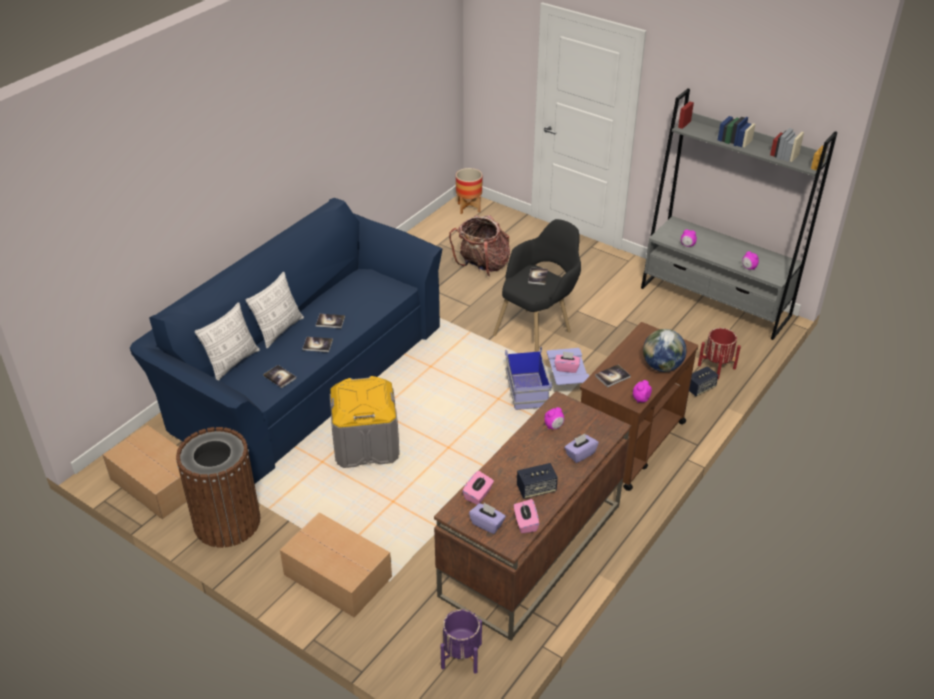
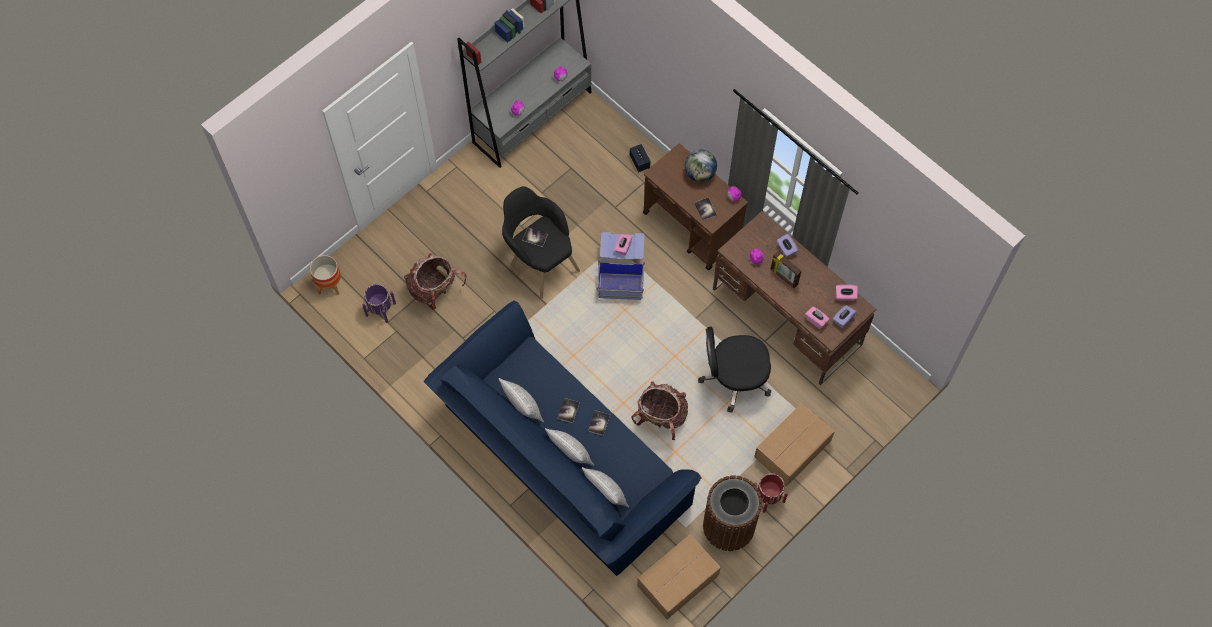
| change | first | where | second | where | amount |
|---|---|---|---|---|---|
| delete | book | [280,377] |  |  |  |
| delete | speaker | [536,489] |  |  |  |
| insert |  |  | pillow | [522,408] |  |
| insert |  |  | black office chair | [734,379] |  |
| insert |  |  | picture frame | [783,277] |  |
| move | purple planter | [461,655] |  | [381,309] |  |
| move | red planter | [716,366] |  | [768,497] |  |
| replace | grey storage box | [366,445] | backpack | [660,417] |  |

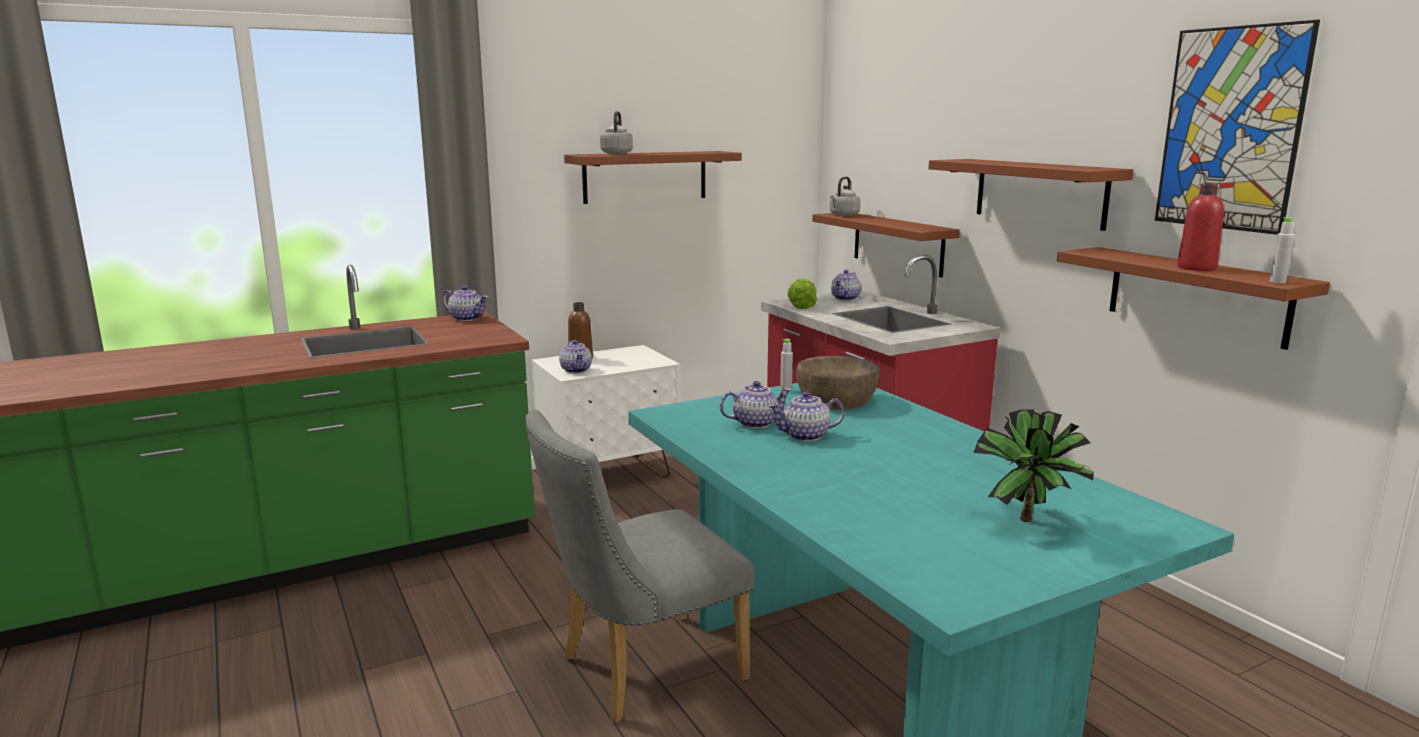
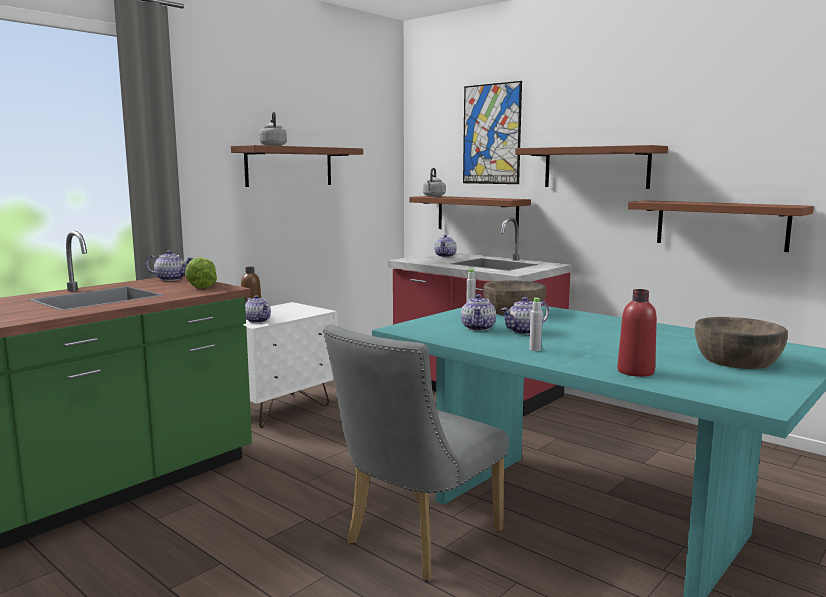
| change | first | where | second | where | amount |
|---|---|---|---|---|---|
| move | lettuce | [802,306] |  | [203,286] |  |
| move | picture | [1230,129] |  | [491,134] |  |
| move | red bottle | [1196,268] |  | [635,371] |  |
| move | grey bottle | [1277,282] |  | [535,349] |  |
| replace | potted plant | [1029,523] | brown bowl | [737,360] |  |
| rotate | teapot | [755,423] |  | [478,328] | 135 degrees clockwise |

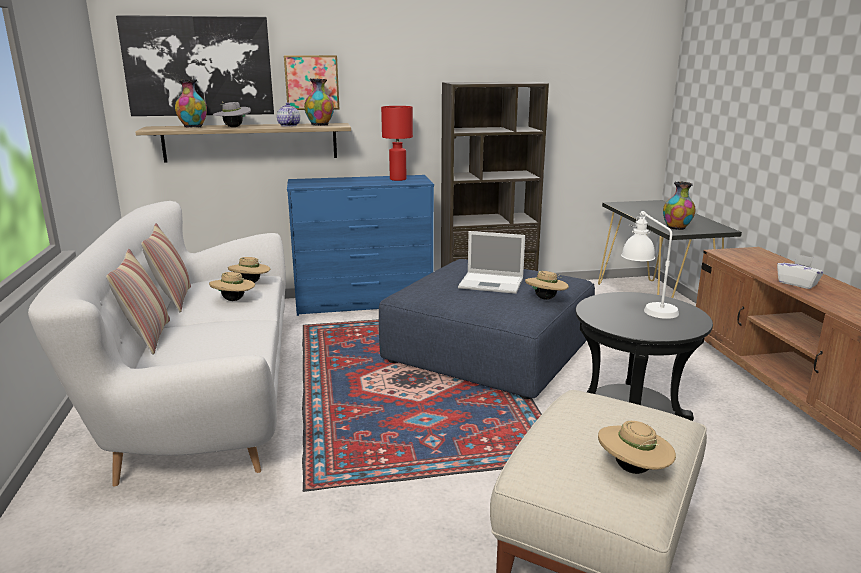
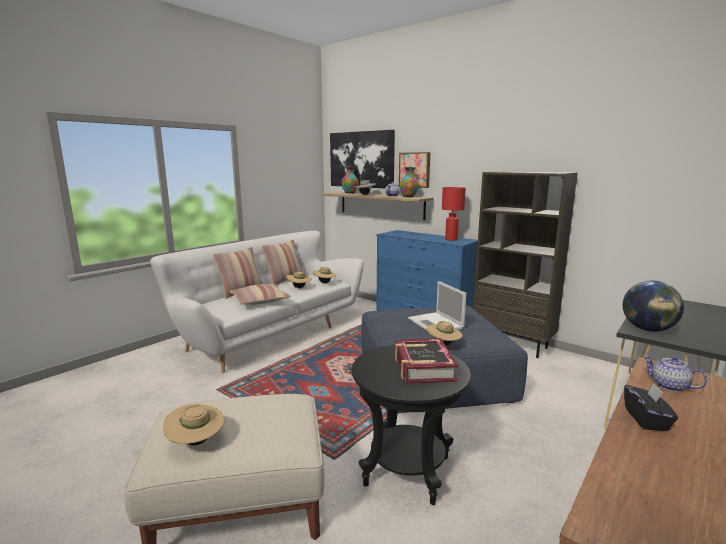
| change | first | where | second | where | amount |
|---|---|---|---|---|---|
| insert |  |  | pillow | [259,301] |  |
| insert |  |  | teapot | [669,386] |  |
| replace | white table lamp | [646,309] | book | [423,367] |  |
| replace | vase | [676,228] | globe | [648,329] |  |
| recolor | white tissue box | [797,284] | black tissue box | [646,419] |  |

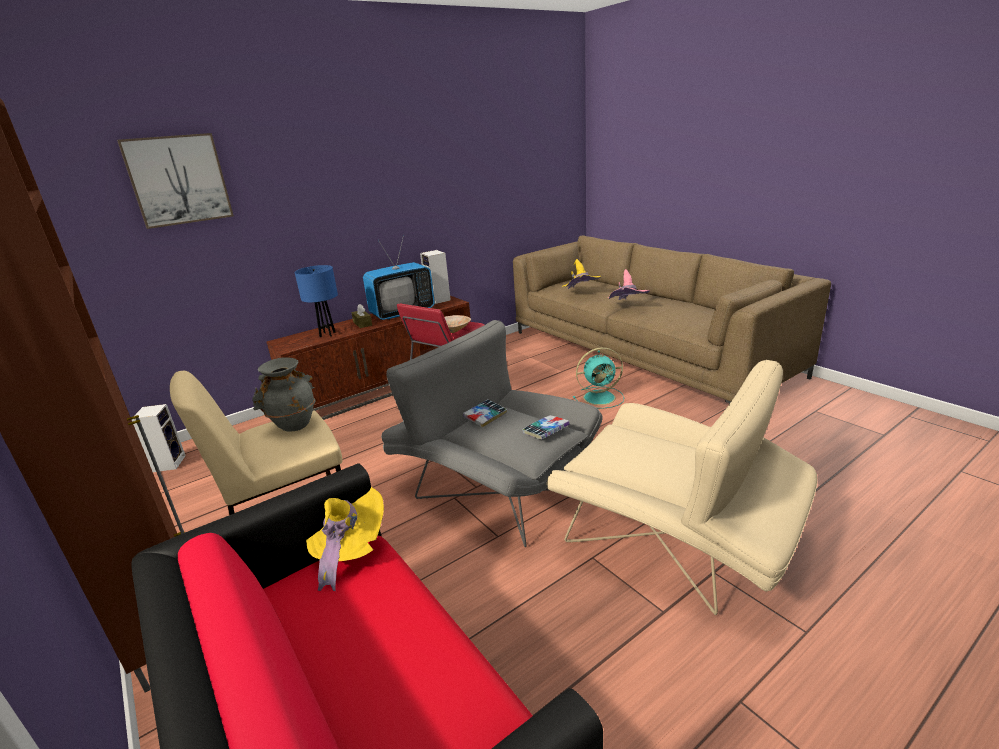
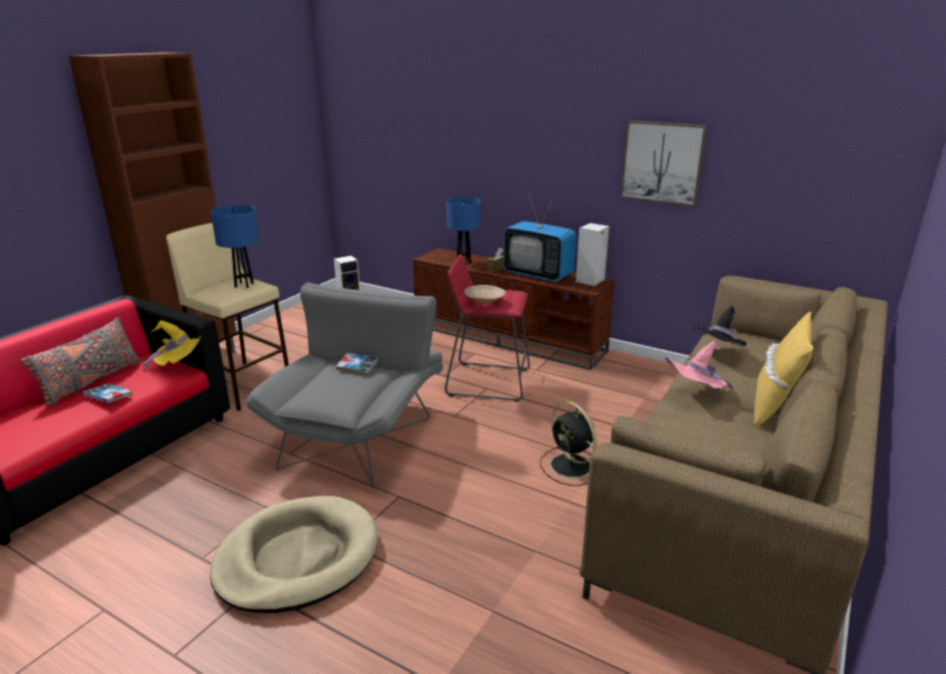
| change | first | where | second | where | amount |
|---|---|---|---|---|---|
| insert |  |  | grey pillow | [91,382] |  |
| insert |  |  | yellow pillow | [774,407] |  |
| move | picture | [178,180] |  | [662,162] |  |
| move | book | [546,431] |  | [108,397] |  |
| replace | grey vase | [293,425] | blue table lamp | [244,285] |  |
| replace | beige armchair | [677,541] | beige dog bed | [297,558] |  |
| recolor | yellow hat | [580,294] | black hat | [718,355] |  |
| recolor | turquoise fan | [600,397] | black fan | [572,467] |  |

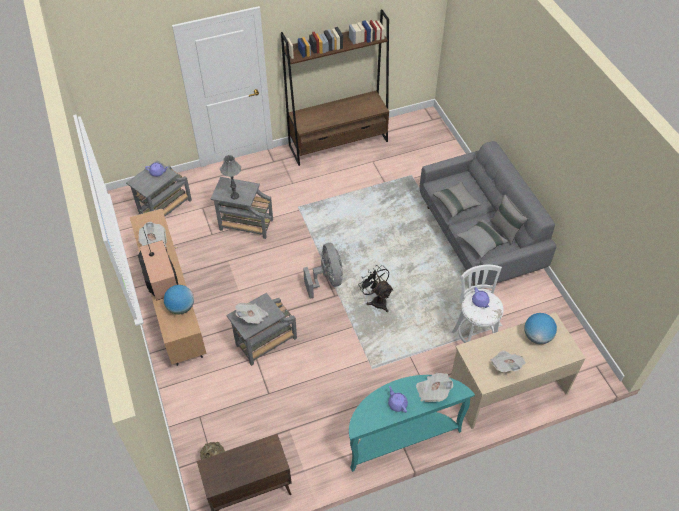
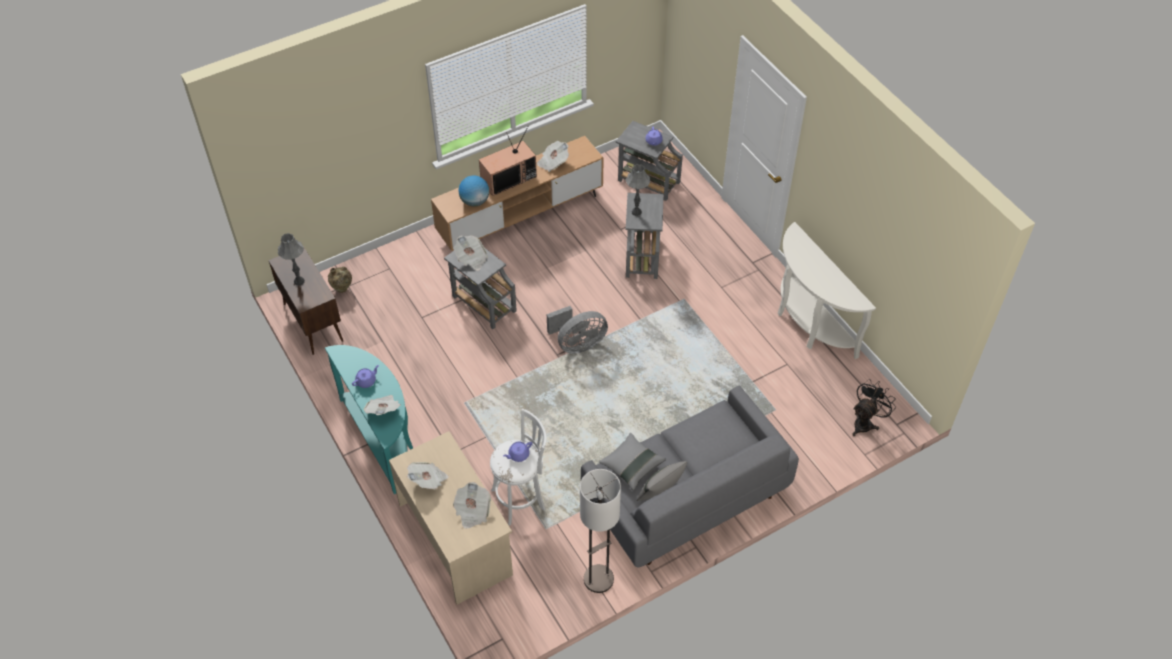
| change | first | where | second | where | amount |
|---|---|---|---|---|---|
| delete | grey pillow | [456,204] |  |  |  |
| insert |  |  | grey table lamp | [299,281] |  |
| insert |  |  | floor lamp | [598,579] |  |
| move | black fan | [376,300] |  | [865,422] |  |
| replace | brown bookcase | [338,143] | white console table | [808,323] |  |
| replace | globe | [537,336] | newspaper | [472,511] |  |

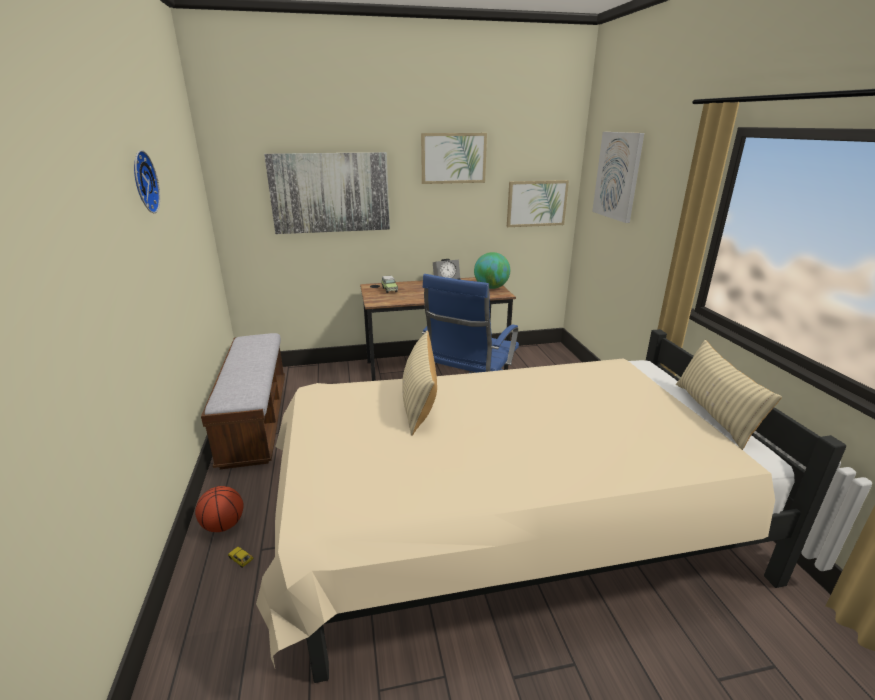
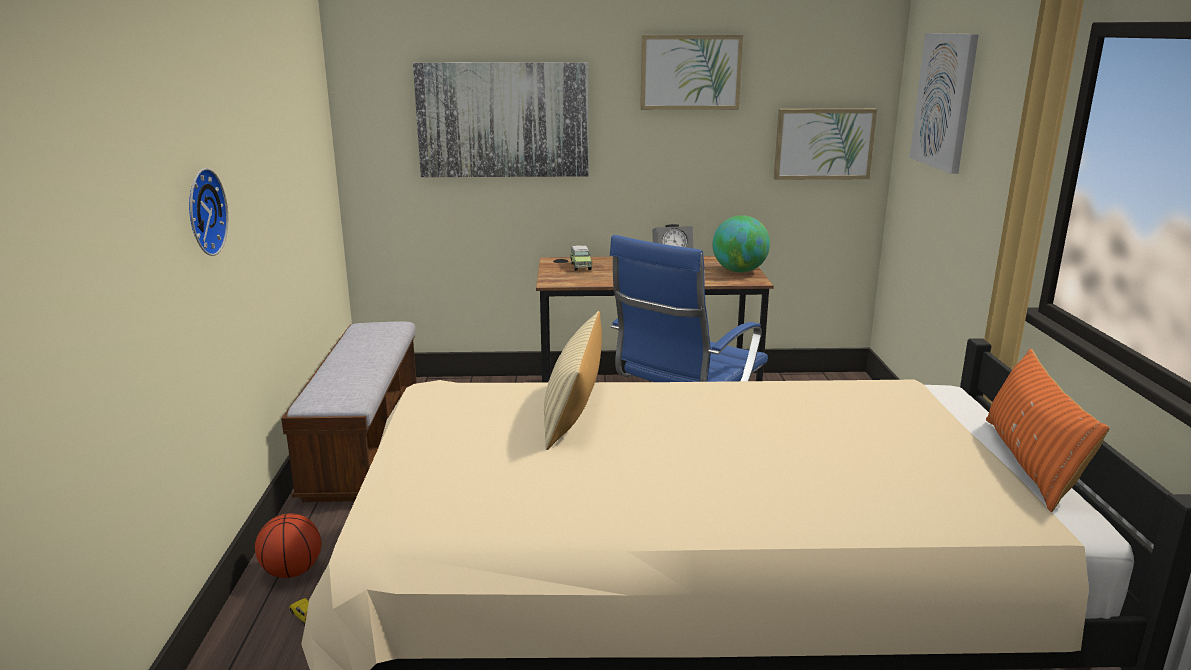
| change | first | where | second | where | amount |
|---|---|---|---|---|---|
| move | wall clock | [142,182] |  | [202,212] |  |
| recolor | beige pillow | [714,413] | orange pillow | [1030,462] |  |

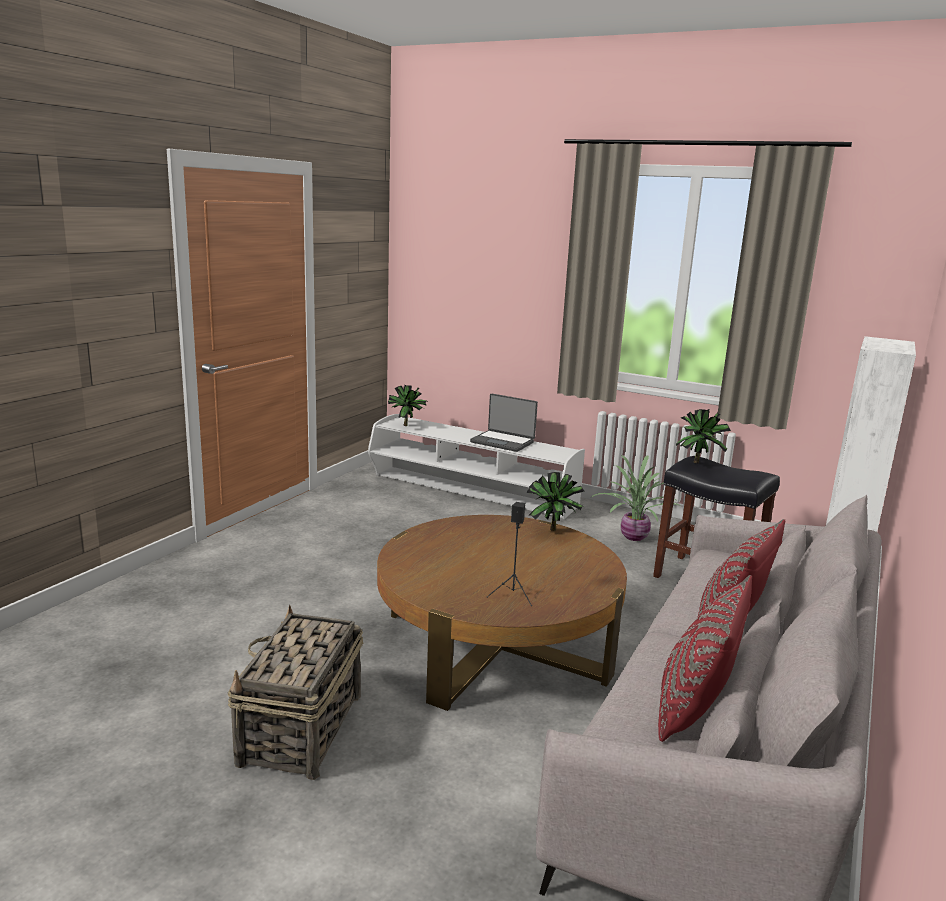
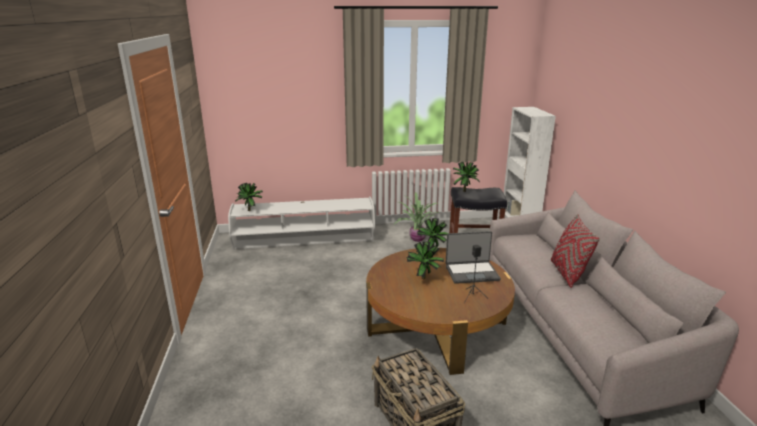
| change | first | where | second | where | amount |
|---|---|---|---|---|---|
| delete | red pillow | [693,710] |  |  |  |
| insert |  |  | potted plant | [425,279] |  |
| move | laptop | [503,442] |  | [471,272] |  |

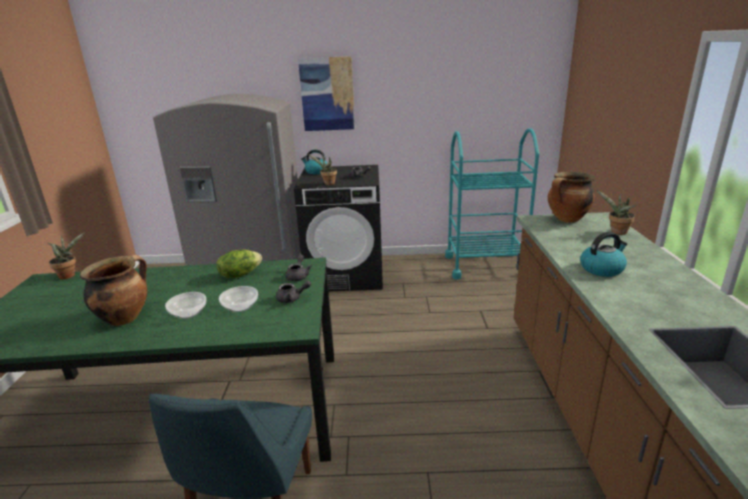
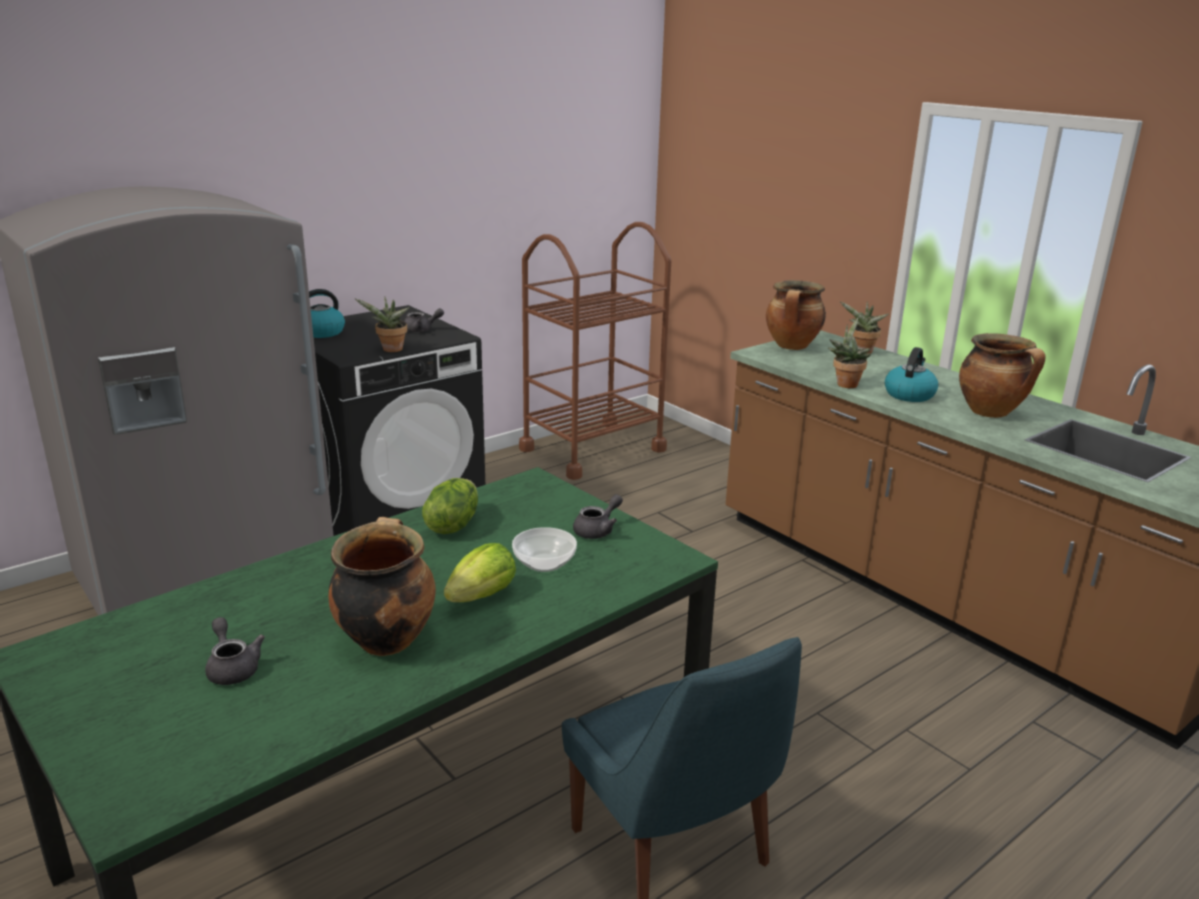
| change | first | where | second | where | amount |
|---|---|---|---|---|---|
| delete | picture | [327,94] |  |  |  |
| insert |  |  | cooking pot | [991,412] |  |
| move | potted plant | [69,275] |  | [845,383] |  |
| move | grey teapot | [298,276] |  | [232,668] |  |
| replace | bowl | [189,313] | lettuce | [482,596] |  |
| recolor | turquoise cart | [485,265] | brown cart | [592,449] |  |

